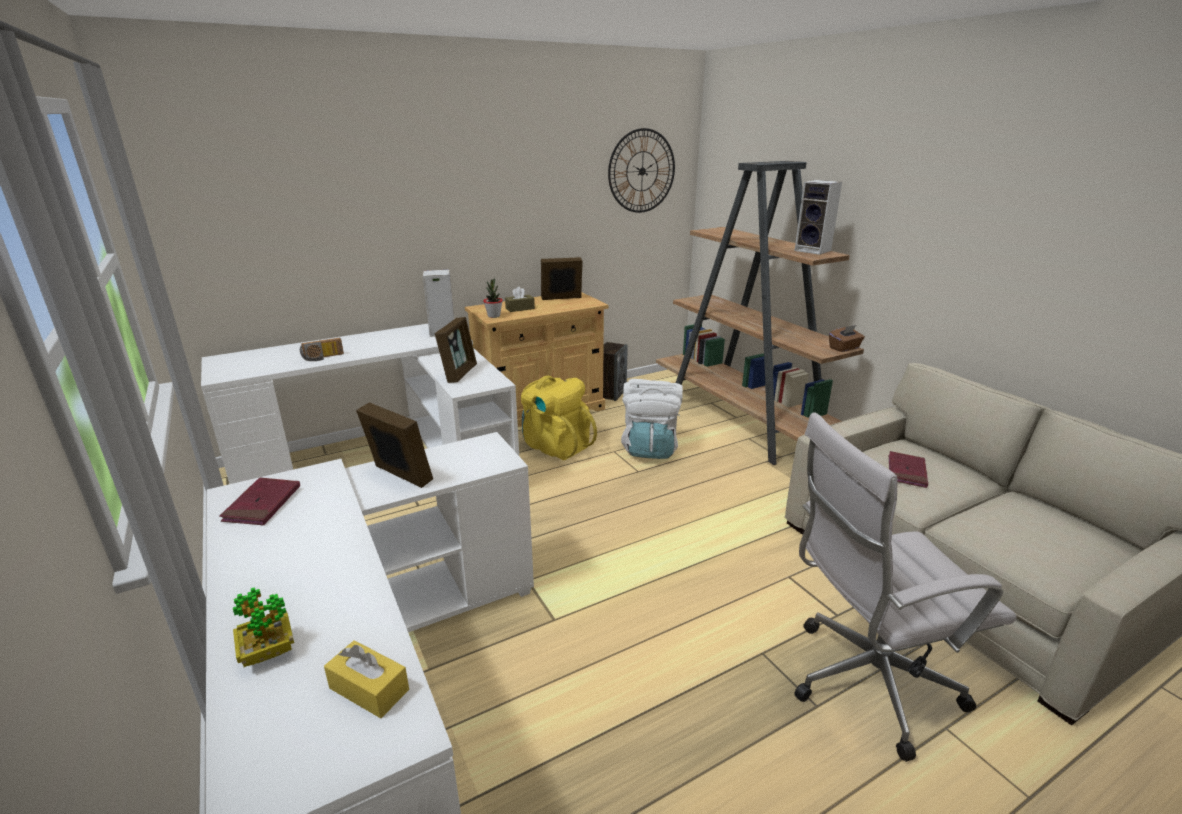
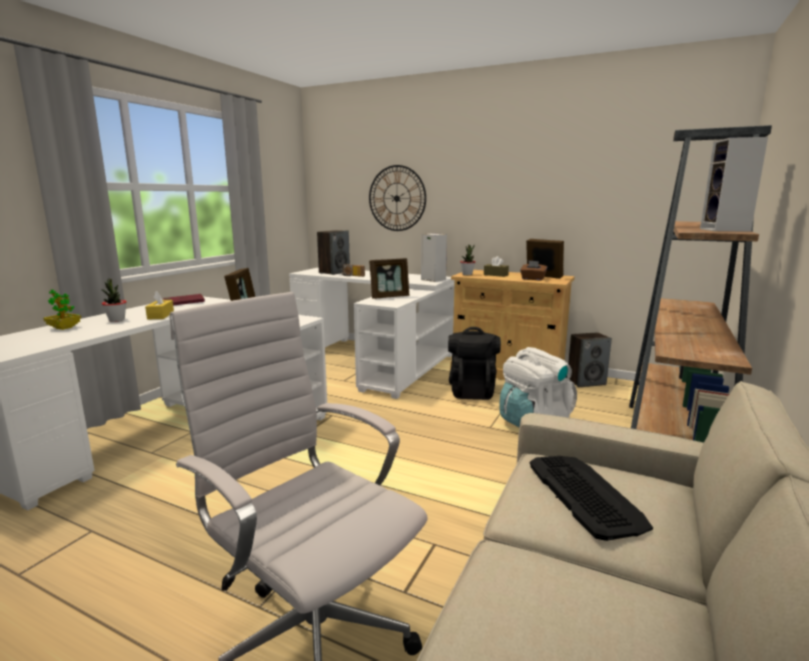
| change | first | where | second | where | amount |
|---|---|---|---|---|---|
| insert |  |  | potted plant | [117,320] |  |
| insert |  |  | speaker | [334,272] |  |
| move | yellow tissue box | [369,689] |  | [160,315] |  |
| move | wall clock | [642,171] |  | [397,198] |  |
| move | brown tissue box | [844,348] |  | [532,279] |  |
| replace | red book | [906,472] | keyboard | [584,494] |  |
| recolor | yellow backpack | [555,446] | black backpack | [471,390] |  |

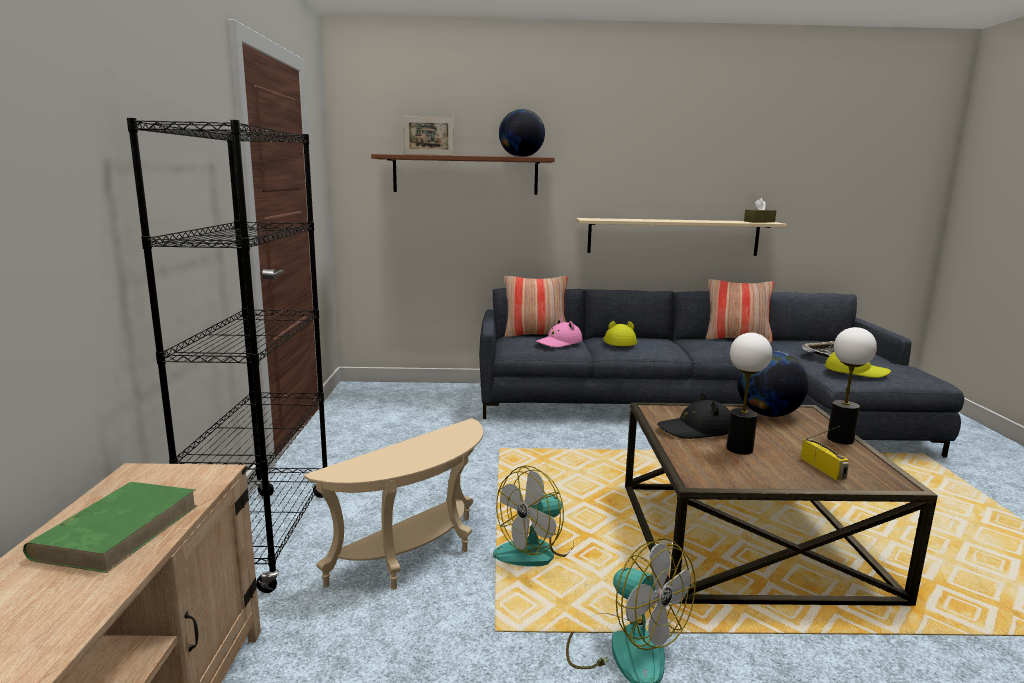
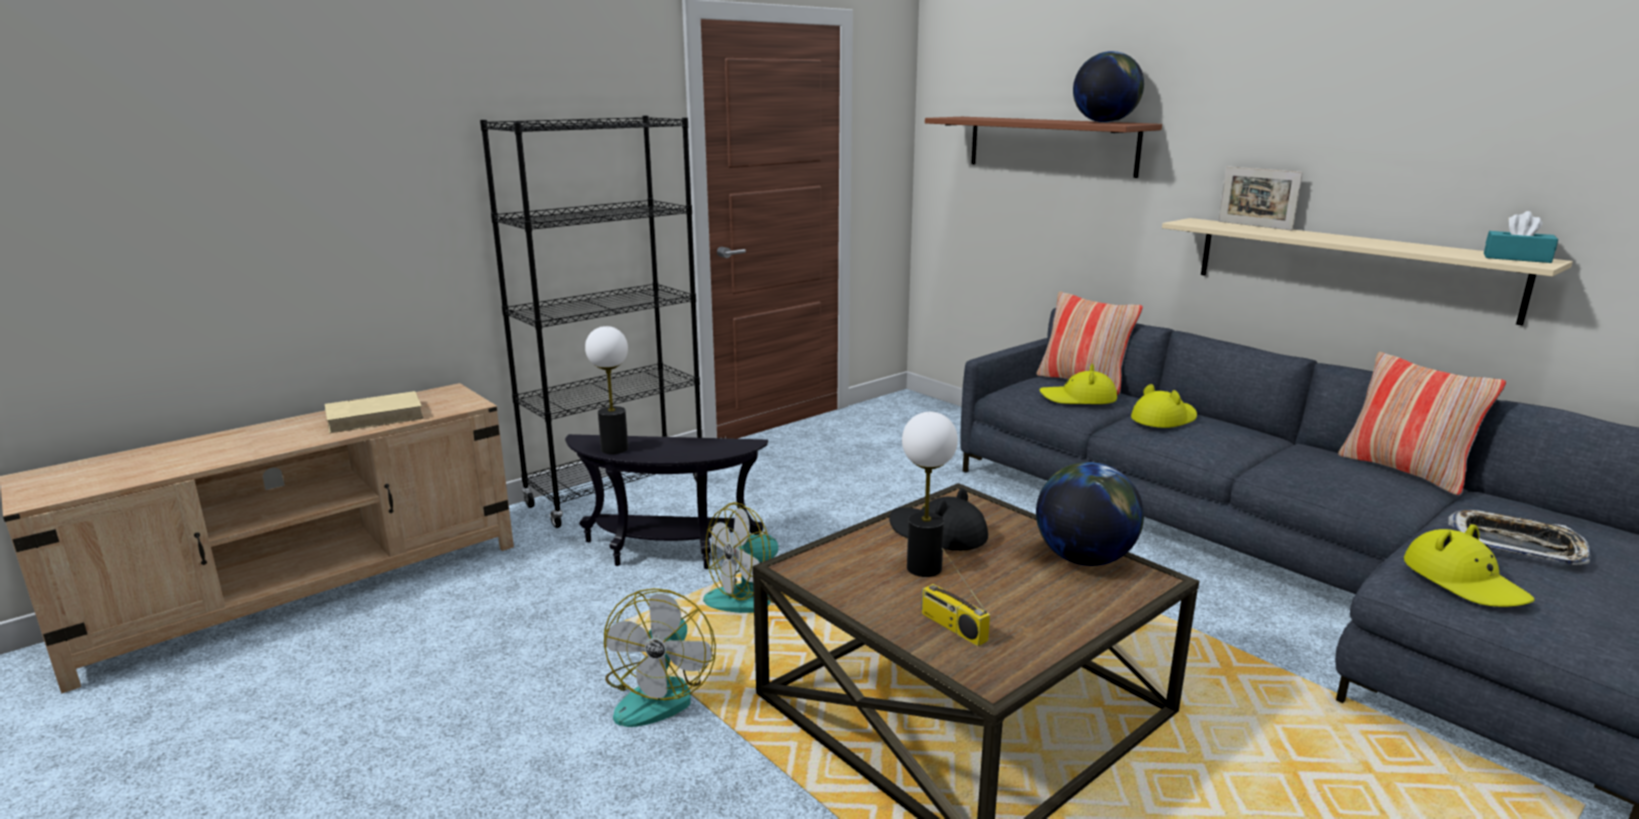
| change | first | where | second | where | amount |
|---|---|---|---|---|---|
| move | picture frame | [429,155] |  | [1254,225] |  |
| move | table lamp | [840,439] |  | [614,449] |  |
| recolor | green book | [119,530] | beige book | [376,416] |  |
| recolor | beige side table | [415,557] | black side table | [667,554] |  |
| recolor | pink hat | [559,342] | yellow hat | [1078,398] |  |
| recolor | brown tissue box | [759,221] | turquoise tissue box | [1516,258] |  |
| rotate | fan | [536,551] |  | [752,597] | 45 degrees counterclockwise |
| rotate | radio | [823,469] |  | [951,626] | 105 degrees clockwise |

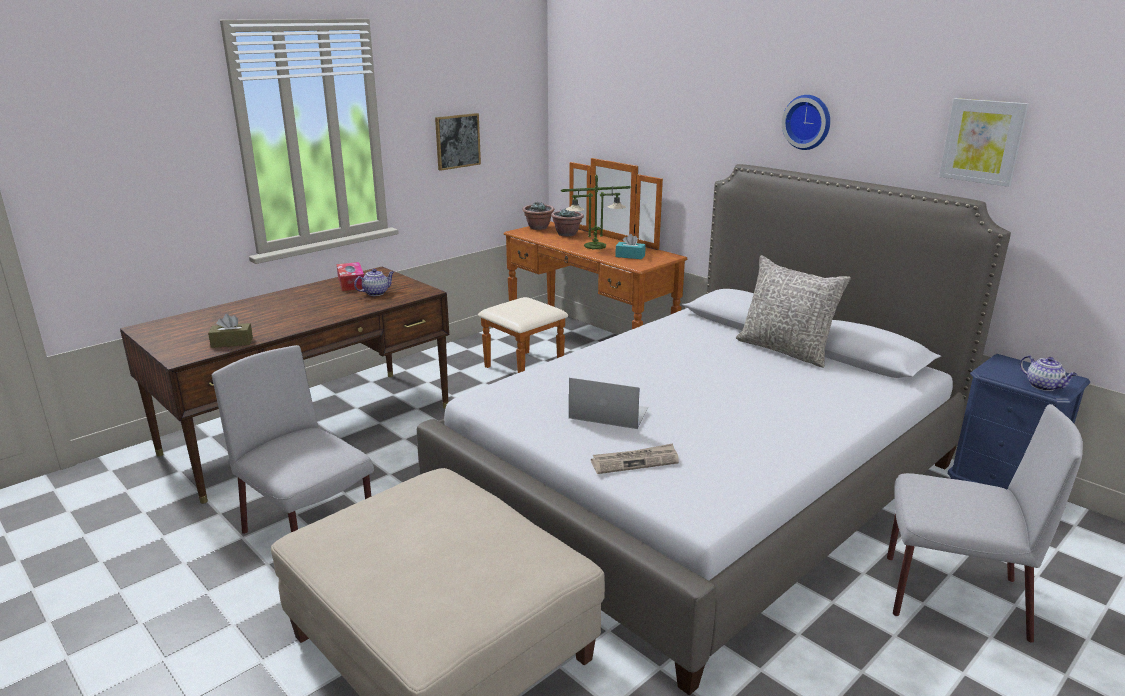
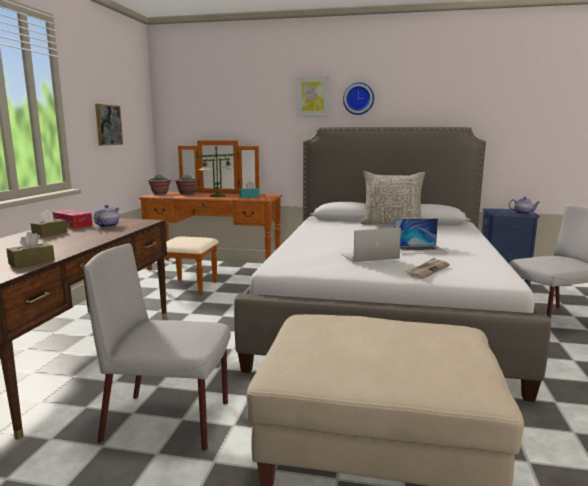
| change | first | where | second | where | amount |
|---|---|---|---|---|---|
| insert |  |  | brown tissue box | [50,234] |  |
| insert |  |  | laptop | [419,250] |  |
| move | picture | [983,141] |  | [313,96] |  |

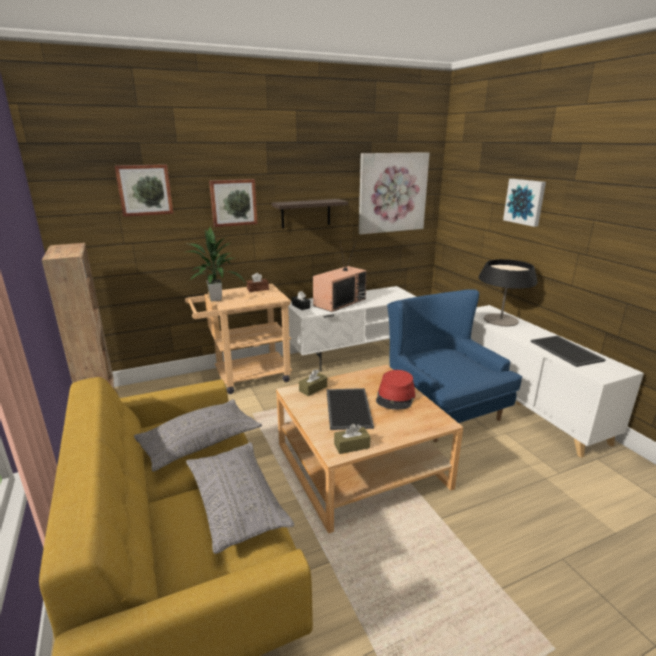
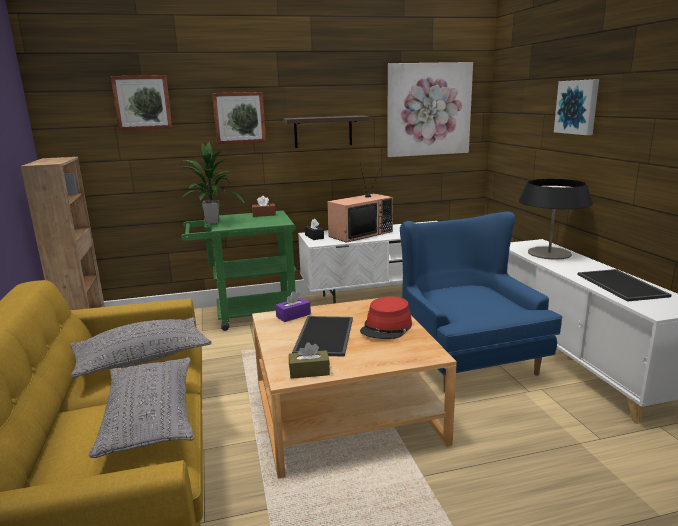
| change | first | where | second | where | amount |
|---|---|---|---|---|---|
| recolor | beige cart | [245,377] | green cart | [248,315] |  |
| recolor | brown tissue box | [313,389] | purple tissue box | [293,315] |  |

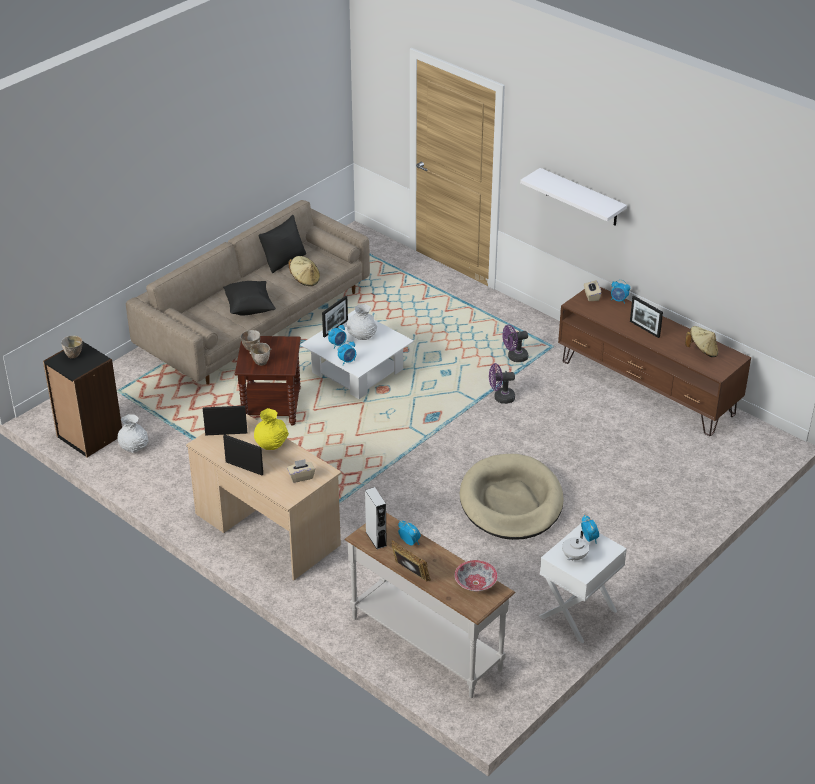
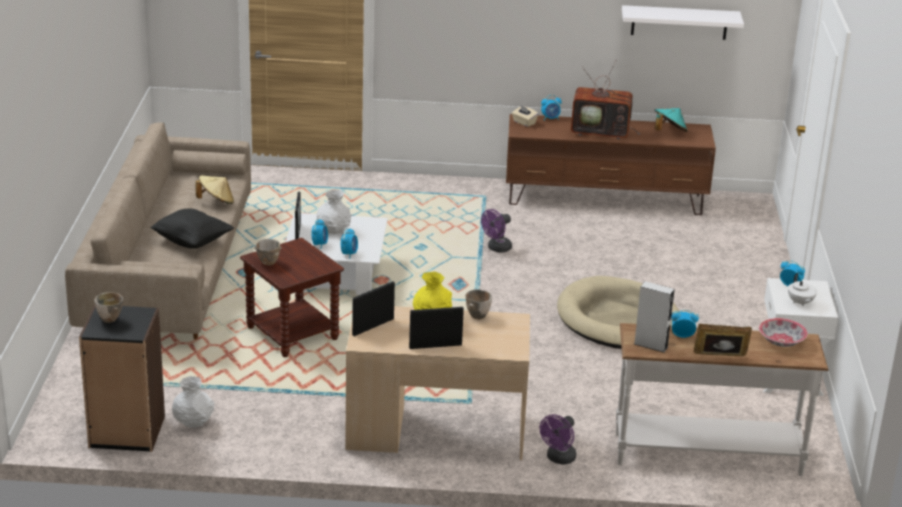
| change | first | where | second | where | amount |
|---|---|---|---|---|---|
| delete | black pillow | [284,261] |  |  |  |
| delete | beige tissue box | [301,476] |  |  |  |
| move | bowl | [262,362] |  | [478,316] |  |
| move | purple fan | [514,357] |  | [559,459] |  |
| move | white shelf | [581,197] |  | [679,22] |  |
| replace | picture frame | [644,329] | television | [602,131] |  |
| recolor | beige hat | [702,351] | turquoise hat | [669,132] |  |

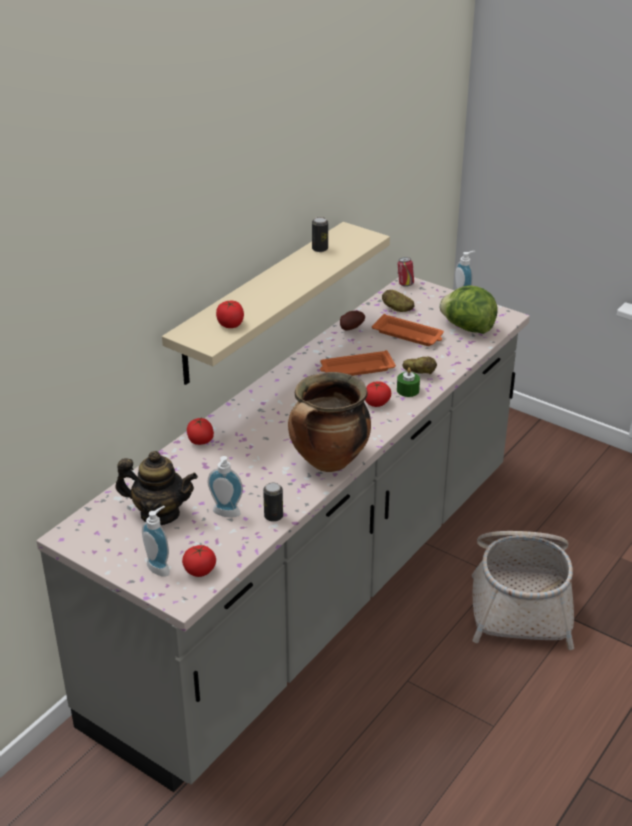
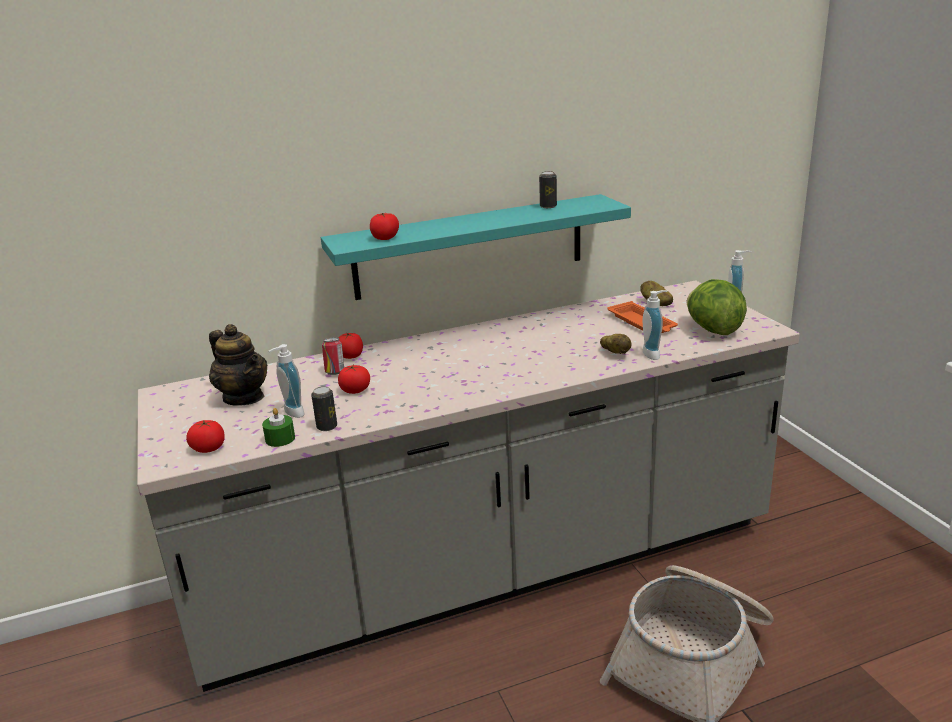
| change | first | where | second | where | amount |
|---|---|---|---|---|---|
| delete | cooking pot | [328,462] |  |  |  |
| delete | orange tray | [356,369] |  |  |  |
| delete | potato | [350,328] |  |  |  |
| move | soap dispenser | [161,567] |  | [654,354] |  |
| move | tomato | [377,403] |  | [355,390] |  |
| move | green candle | [408,390] |  | [280,439] |  |
| move | can | [405,284] |  | [335,372] |  |
| recolor | beige shelf | [260,302] | turquoise shelf | [470,247] |  |

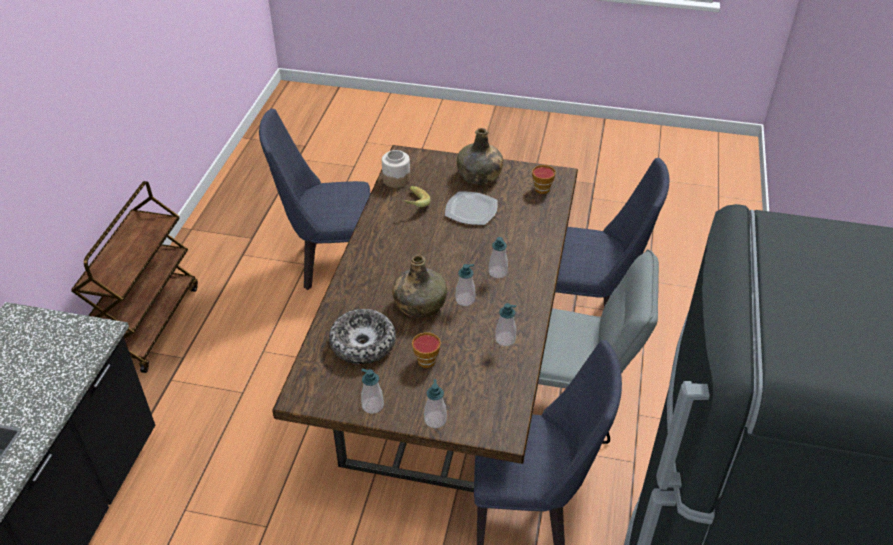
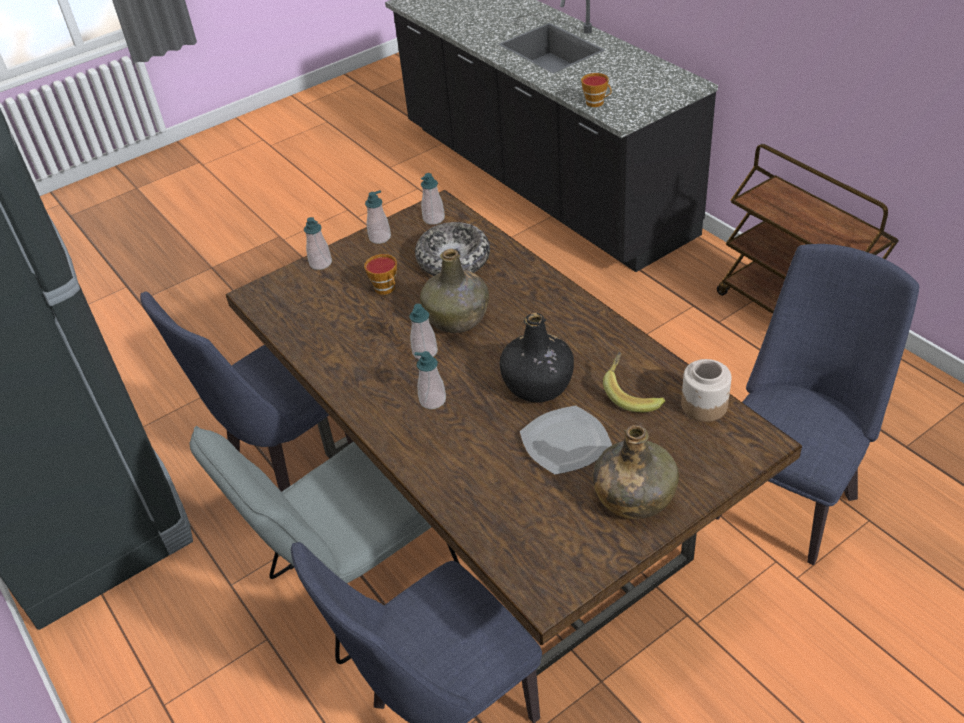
| change | first | where | second | where | amount |
|---|---|---|---|---|---|
| insert |  |  | black bottle | [538,384] |  |
| move | soap dispenser | [505,339] |  | [433,219] |  |
| move | cup | [541,188] |  | [597,103] |  |

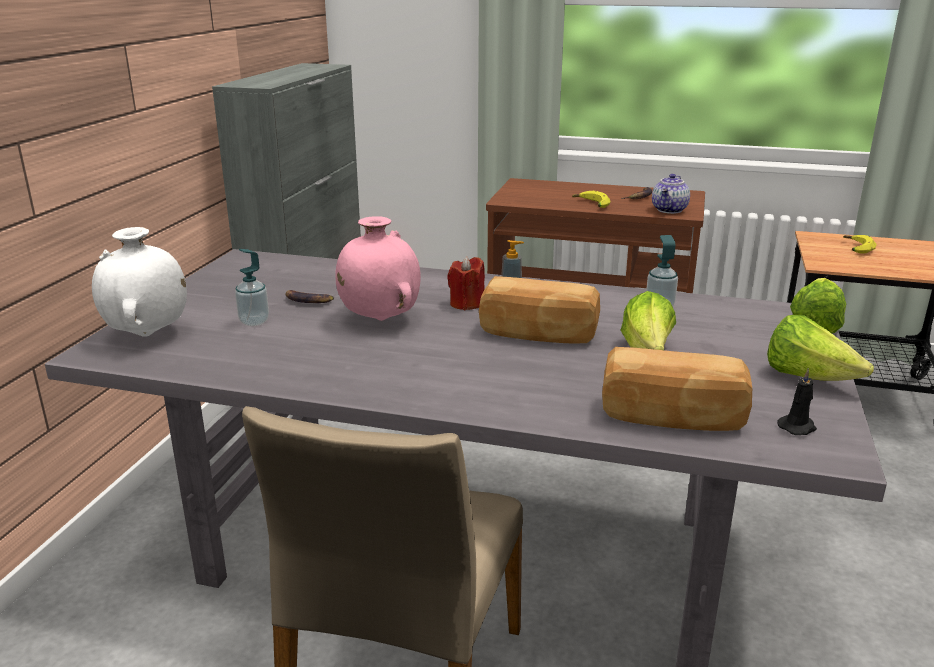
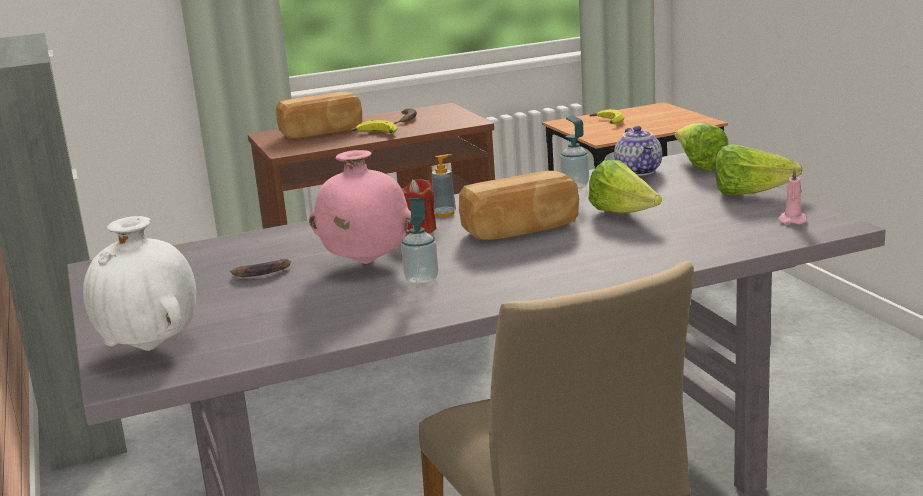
| change | first | where | second | where | amount |
|---|---|---|---|---|---|
| move | soap dispenser | [254,322] |  | [421,280] |  |
| move | bread | [672,417] |  | [322,132] |  |
| move | teapot | [670,210] |  | [639,171] |  |
| recolor | black candle | [797,427] | pink candle | [793,220] |  |

